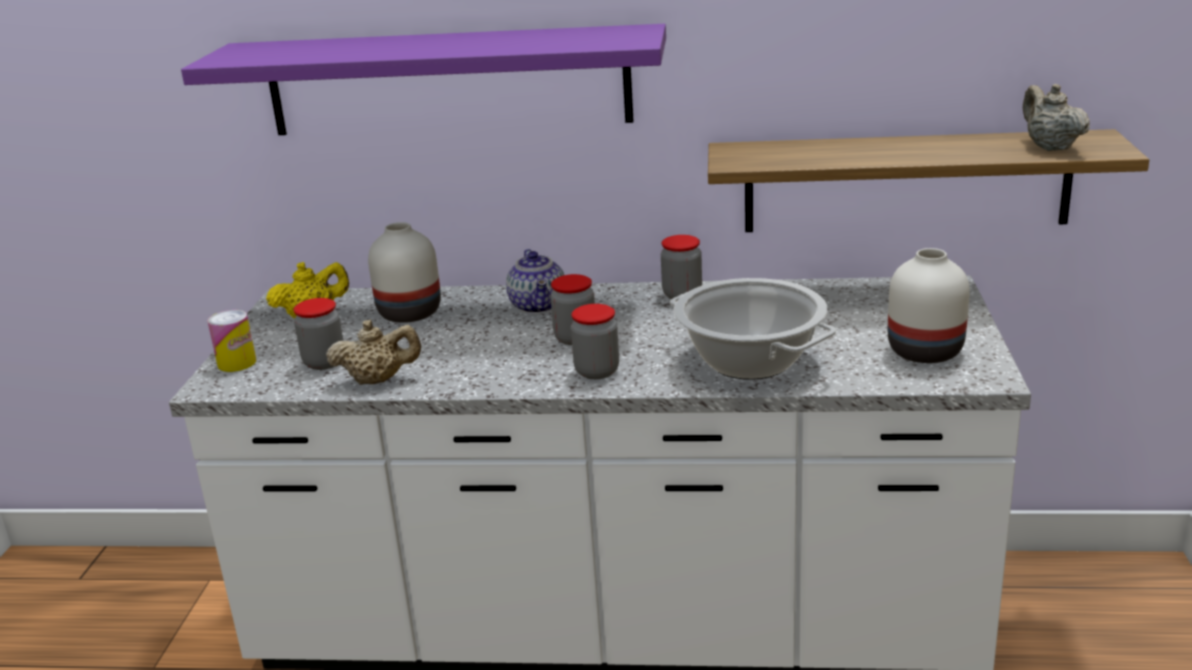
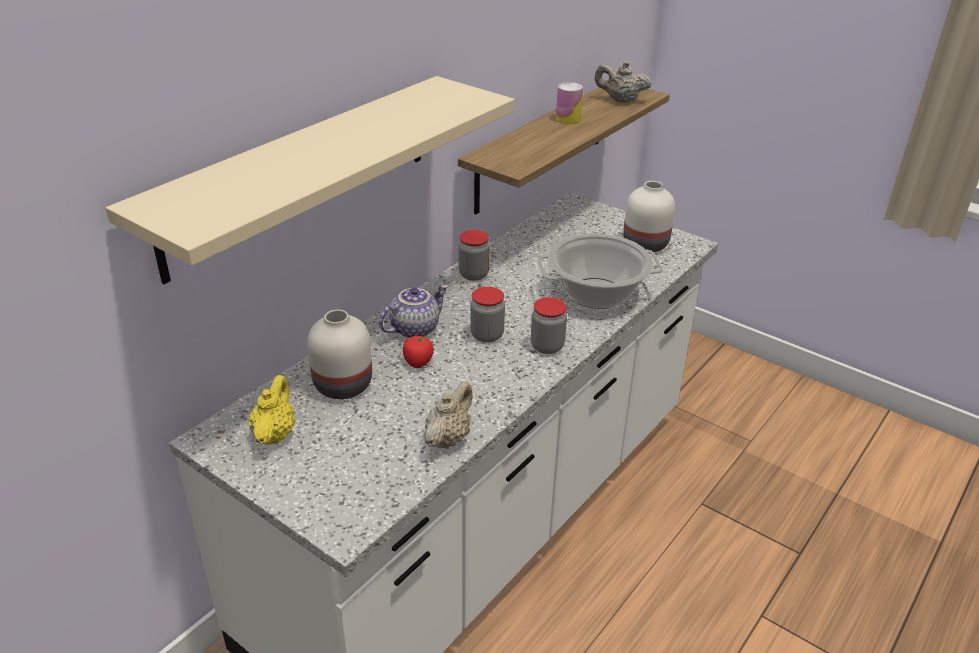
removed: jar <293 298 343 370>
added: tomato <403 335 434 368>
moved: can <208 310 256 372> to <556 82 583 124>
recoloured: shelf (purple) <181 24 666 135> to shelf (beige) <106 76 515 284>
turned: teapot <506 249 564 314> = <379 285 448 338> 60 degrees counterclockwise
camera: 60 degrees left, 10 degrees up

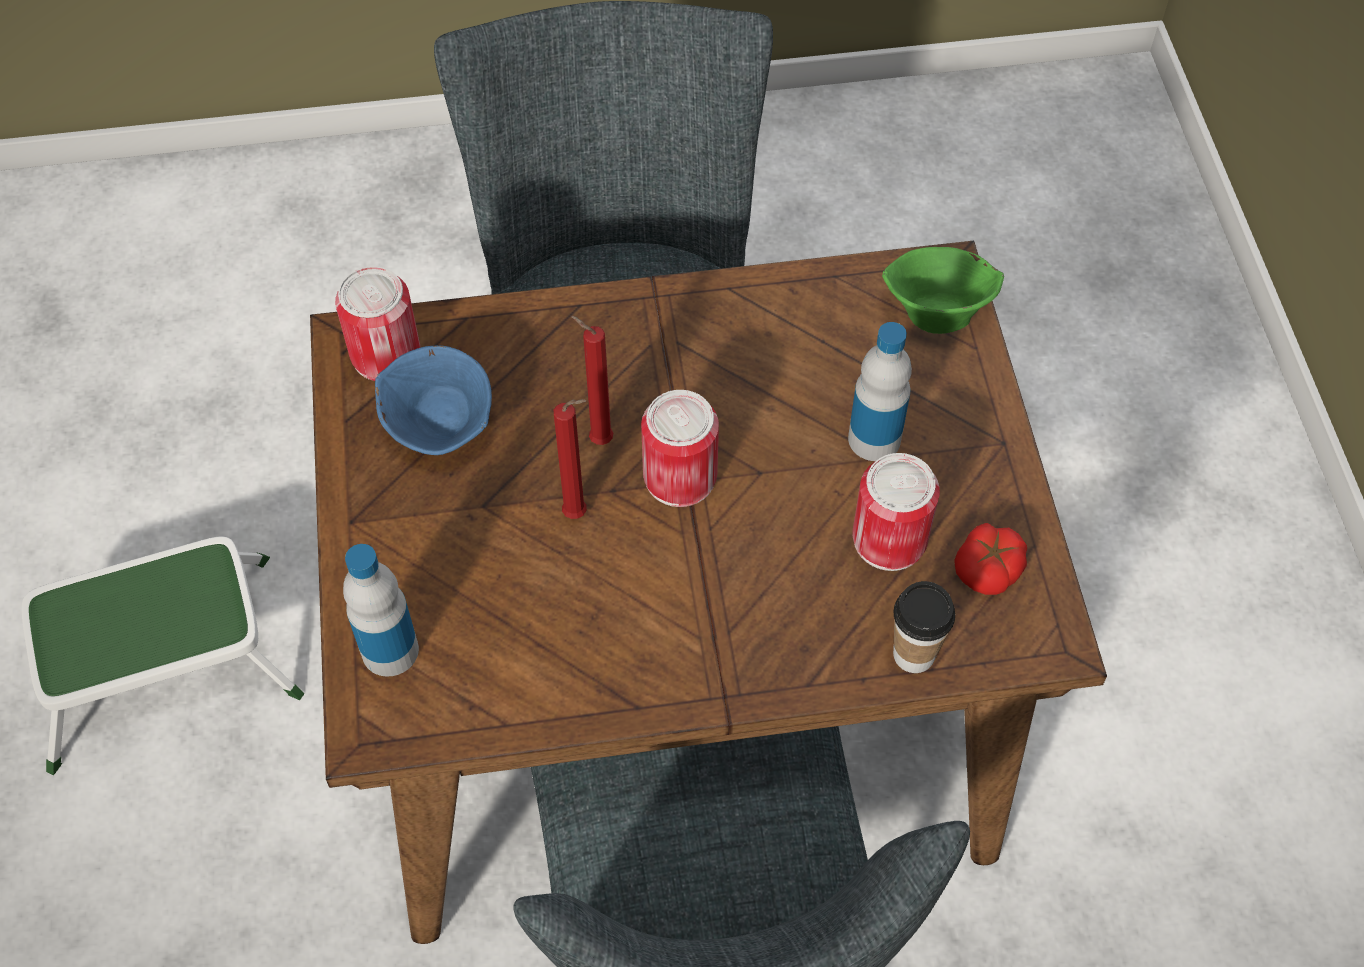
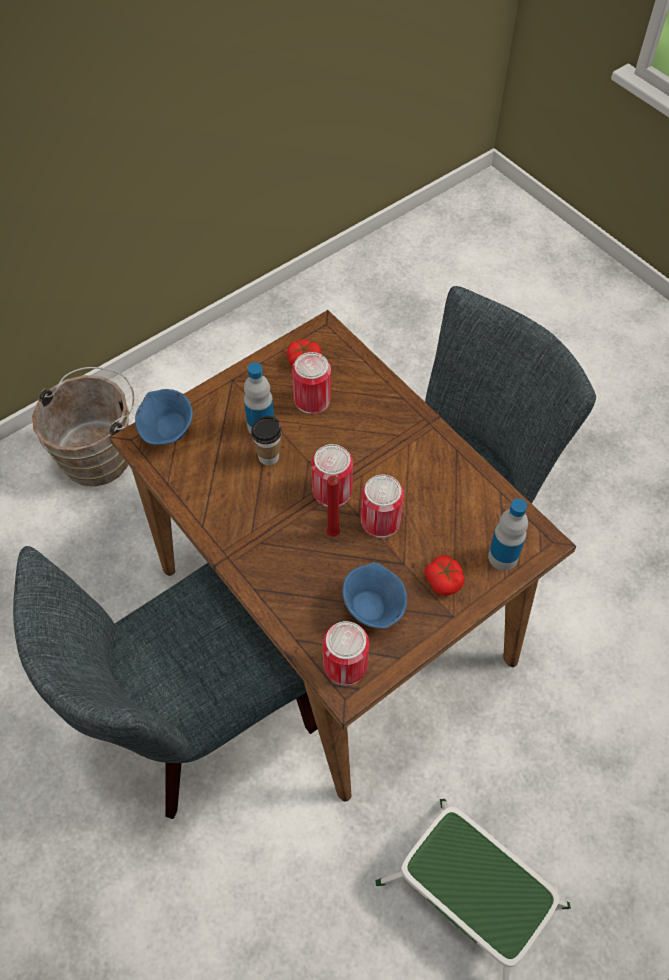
added: bucket (brown) <32 367 134 487>; tomato <424 555 465 596>
moved: cup <893 581 955 673> to <251 416 281 465>
replaced: candle (red) <554 399 587 519> to can <360 475 404 538>
recoloured: bowl (green) <882 247 1004 334> to bowl (blue) <135 389 193 445>
camera: 120 degrees left, 0 degrees up

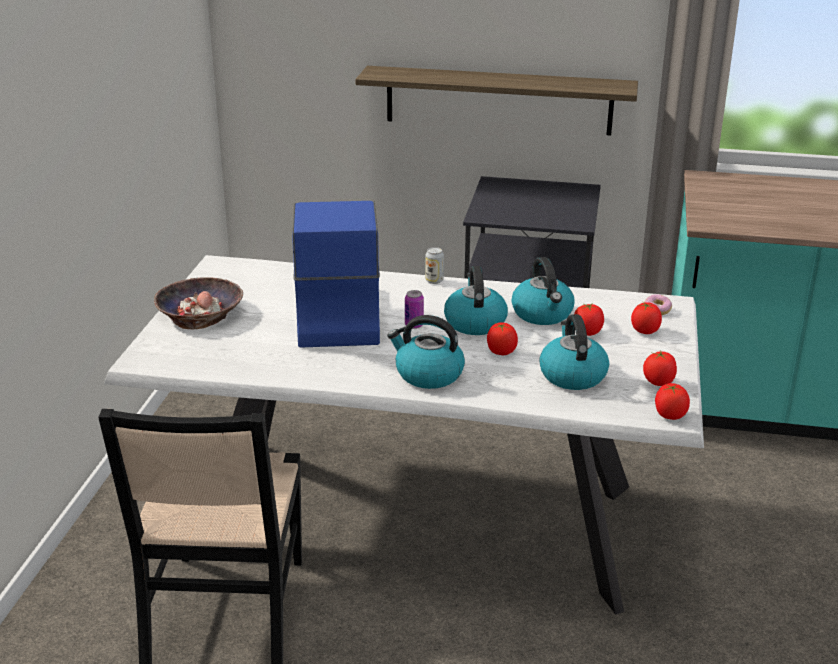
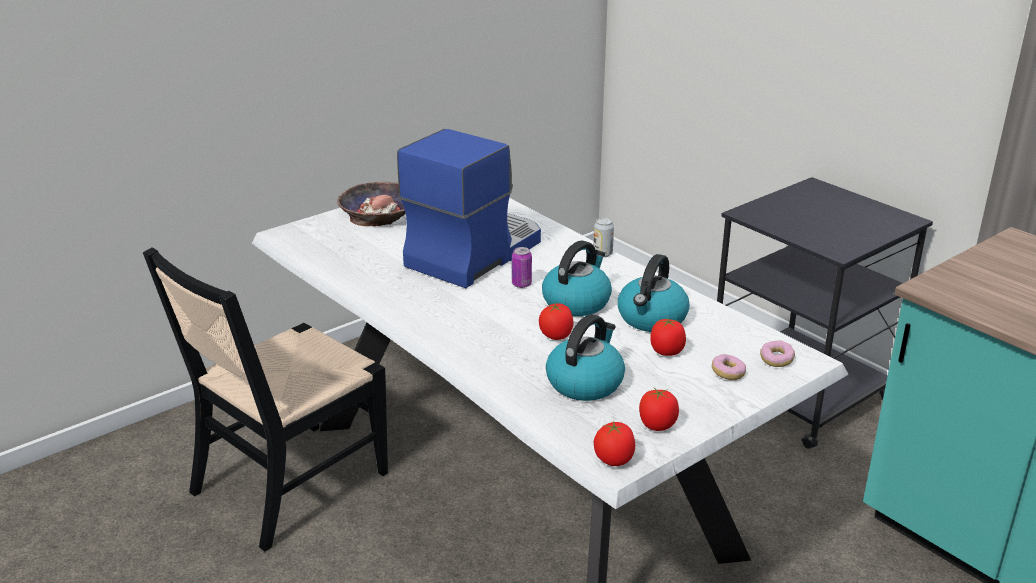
removed: shelf <355 66 638 136>; kettle <387 315 465 389>
replaced: tomato <631 302 662 334> to donut <712 354 746 380>
camera: 40 degrees right, 0 degrees up

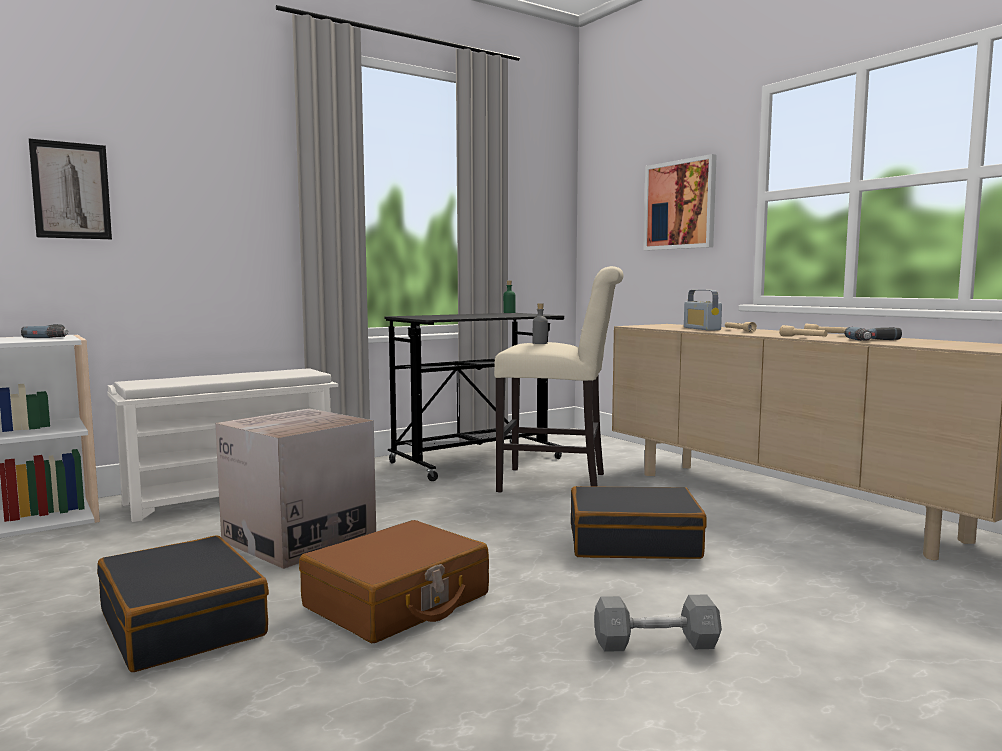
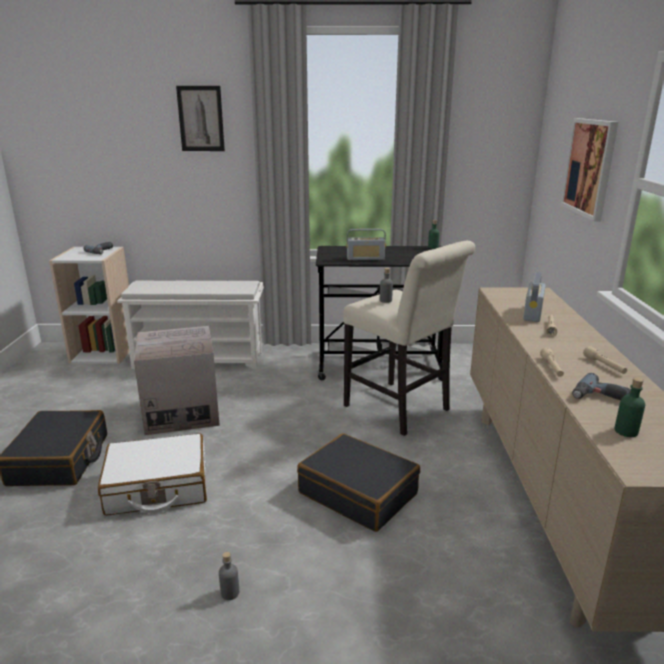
added: radio <346 229 386 260>; bottle (green) <614 377 645 437>
moved: picture <29 139 112 239> to <176 86 225 151>
replaced: dumbbell (grey) <594 594 722 652> to bottle (grey) <219 552 239 600>
recoloured: suitcase (brown) <299 520 489 643> to suitcase (white) <98 433 207 515>
camera: 35 degrees right, 15 degrees up

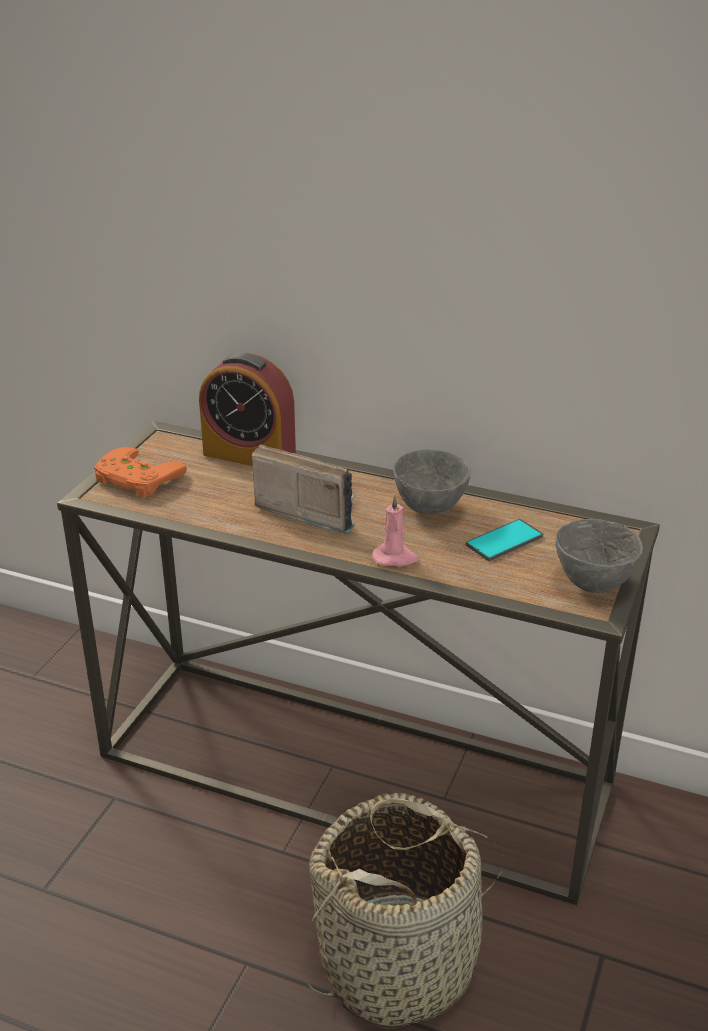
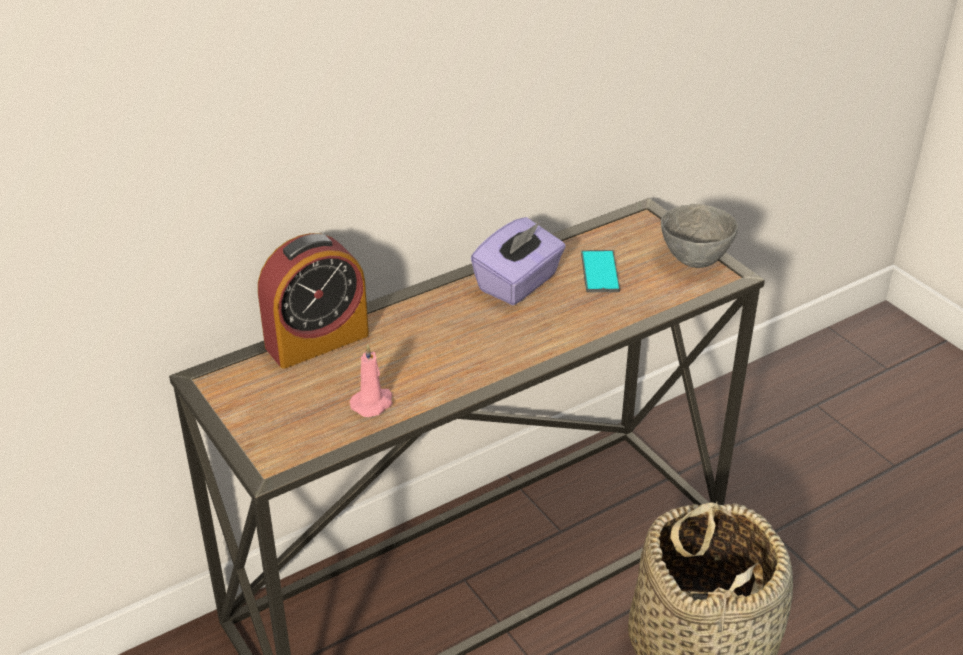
removed: game controller (orange) <94 447 187 497>; radio <252 444 355 534>
moved: candle (pink) <373 494 419 567> to <350 344 393 417>
replaced: bowl (grey) <393 449 471 514> to tissue box (purple) <471 217 566 305>
camera: 55 degrees left, 5 degrees up

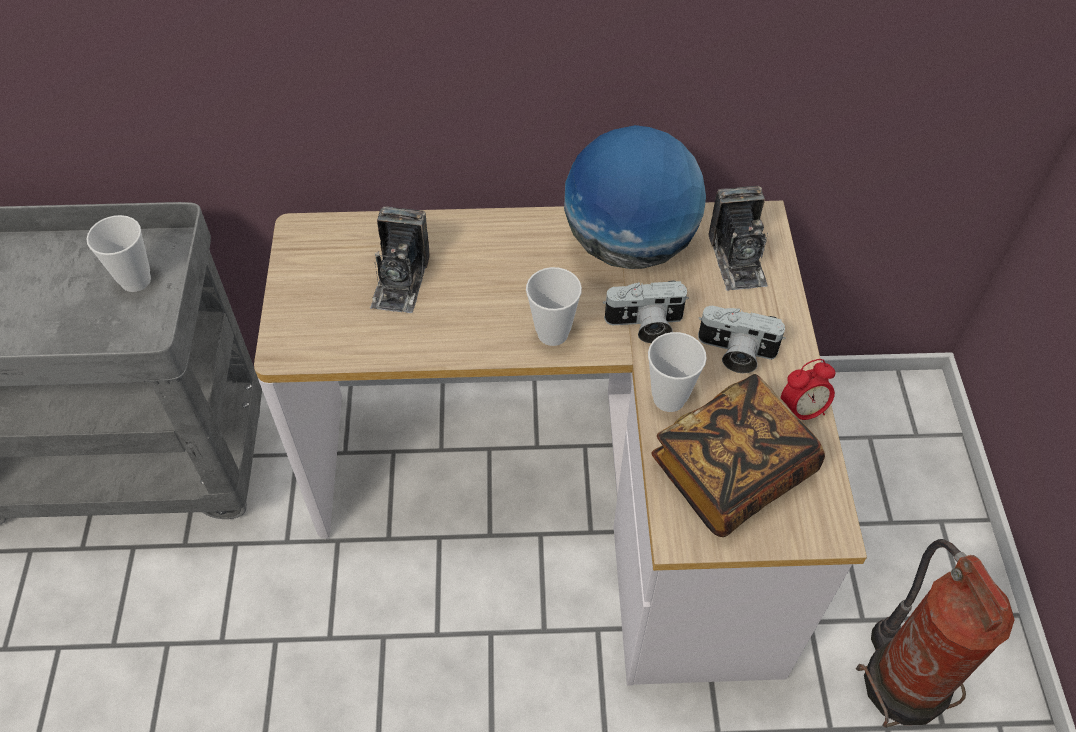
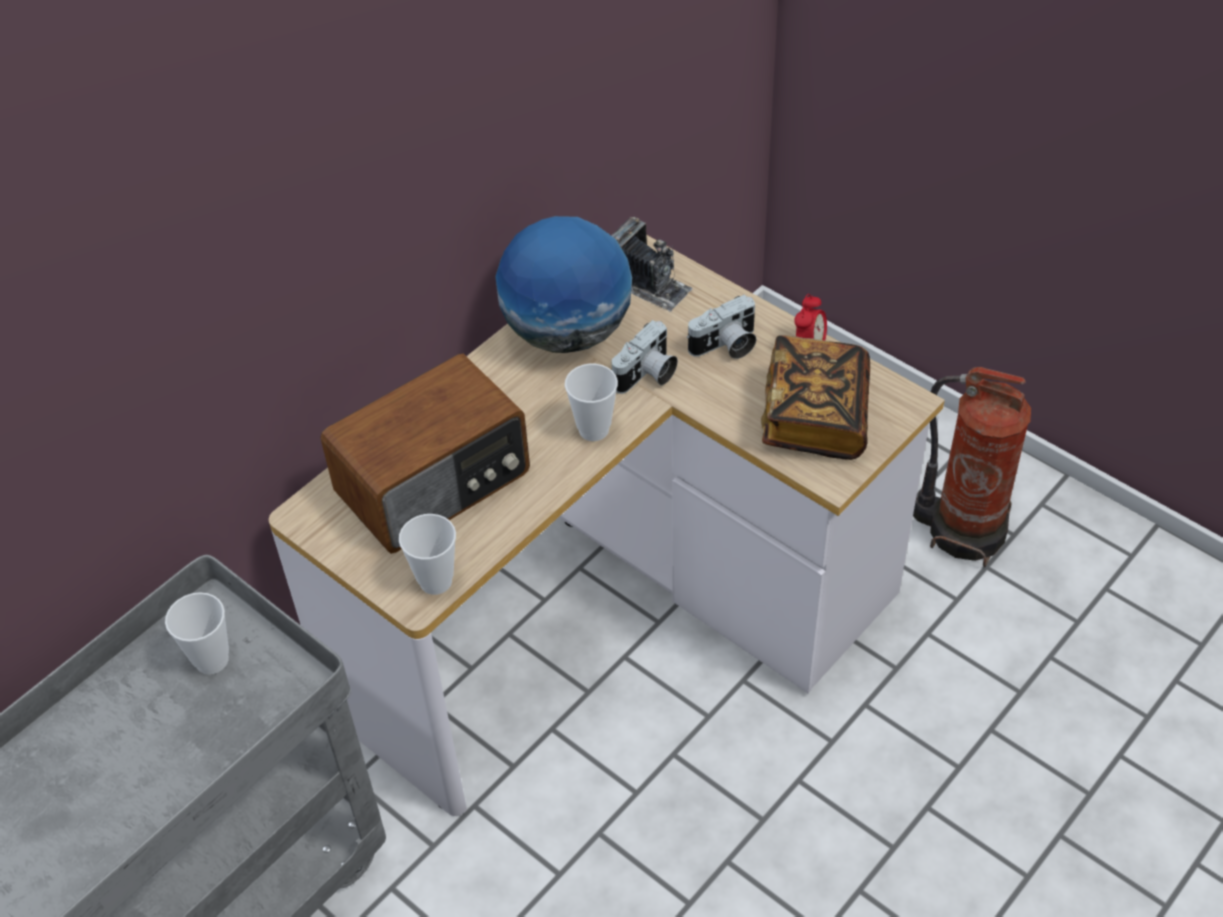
moved: cup <648 332 707 412> to <399 514 456 595>
replaced: photo camera <370 206 430 313> to radio <320 353 530 554>
camera: 45 degrees left, 5 degrees down

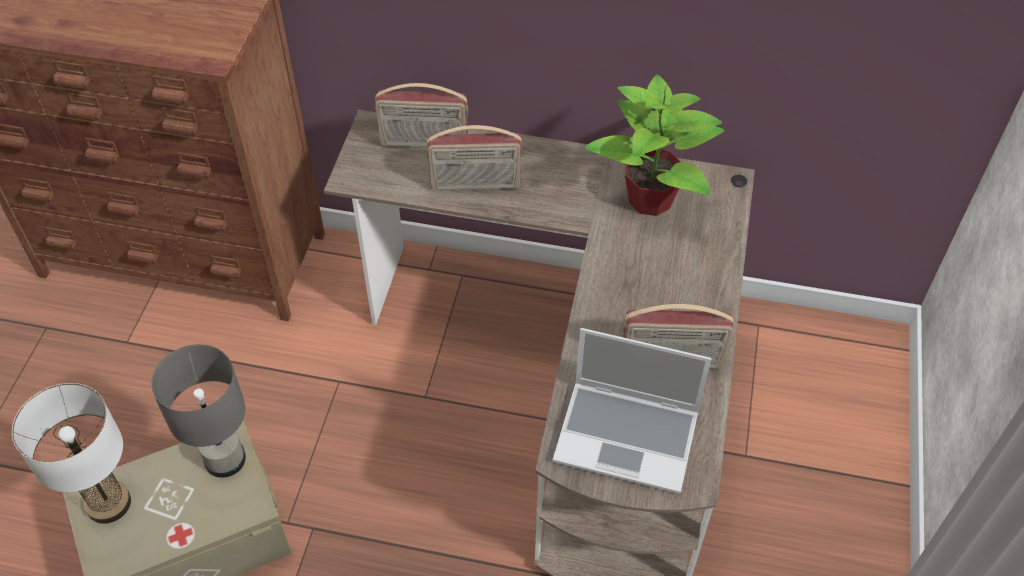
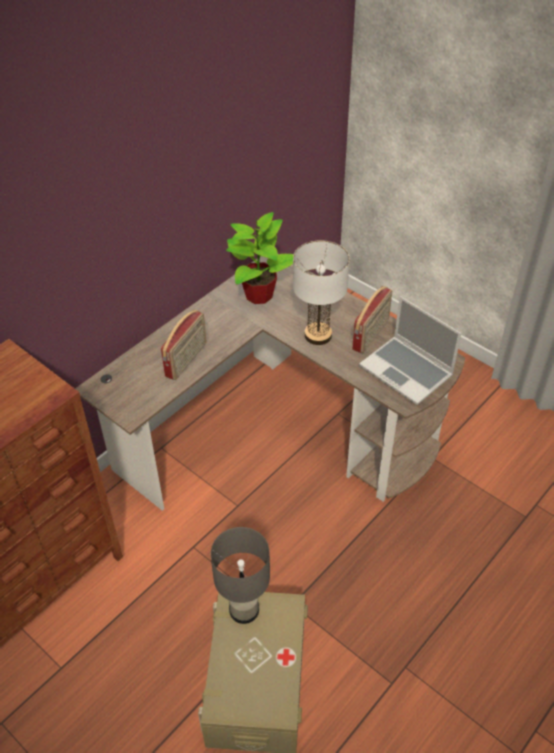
removed: radio <375 83 468 148>
moved: table lamp <12 383 131 524> to <293 240 350 345>
turned: laptop <553 328 711 494> = <359 296 461 405> 90 degrees clockwise
camera: 60 degrees left, 5 degrees down

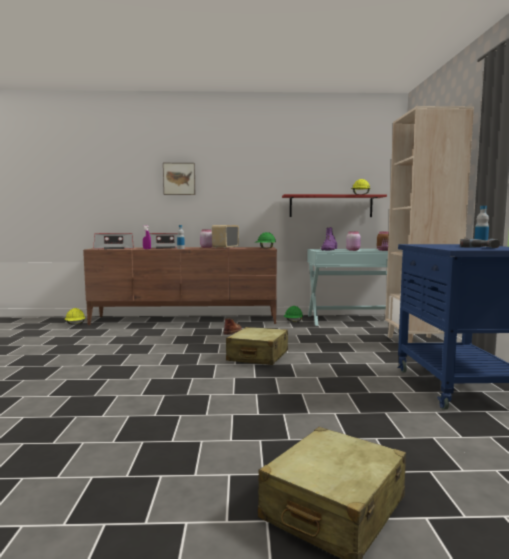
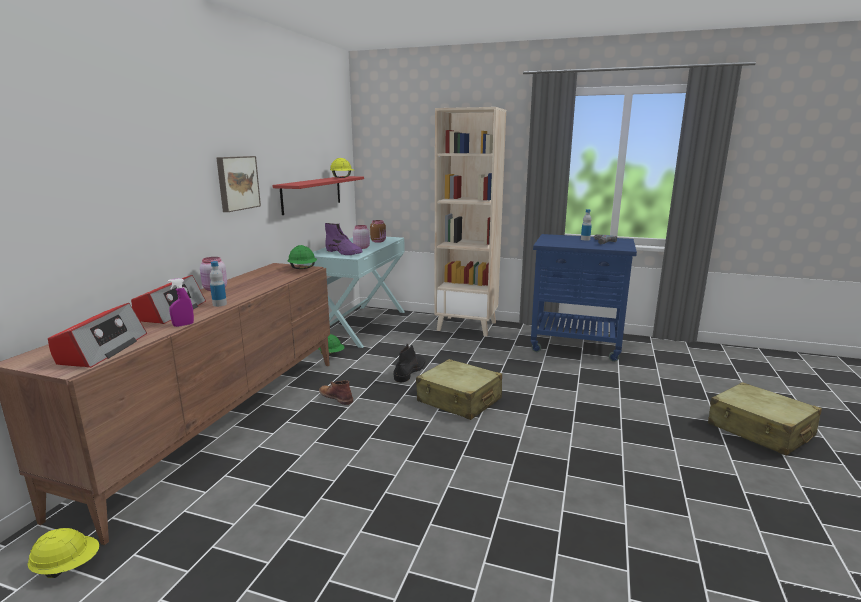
removed: radio <212 225 239 249>
added: boot (black) <393 344 425 382>
moved: picture <163 163 195 195> to <216 156 261 212>
camera: 70 degrees left, 10 degrees up

